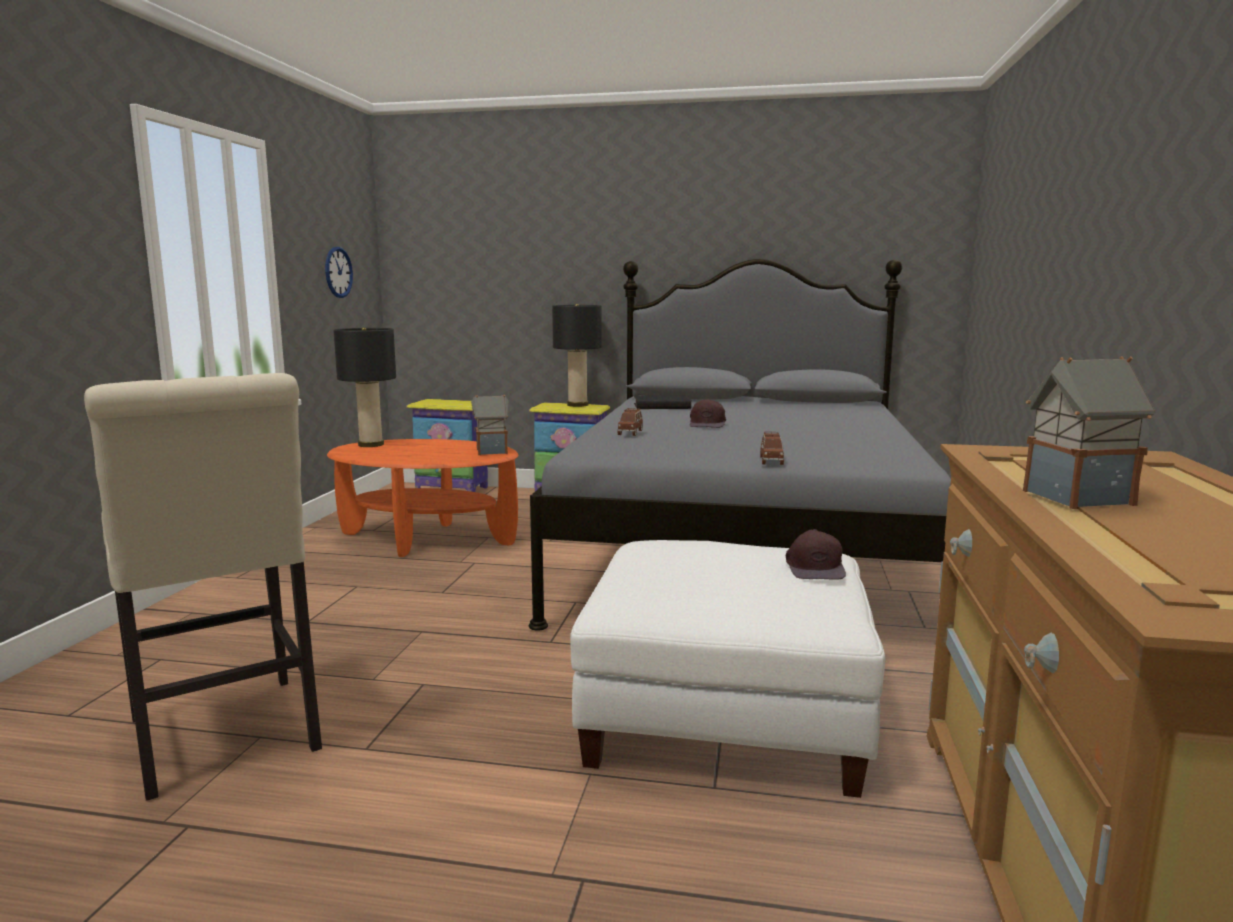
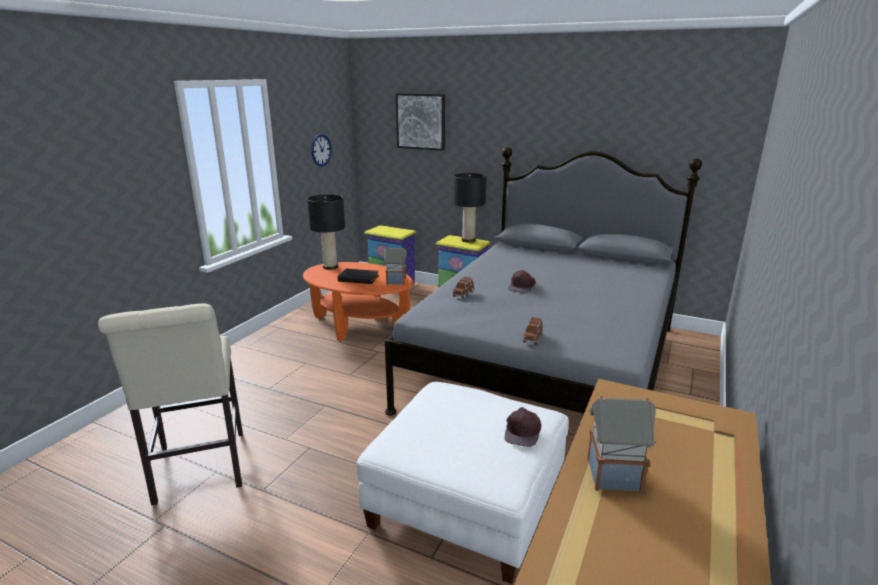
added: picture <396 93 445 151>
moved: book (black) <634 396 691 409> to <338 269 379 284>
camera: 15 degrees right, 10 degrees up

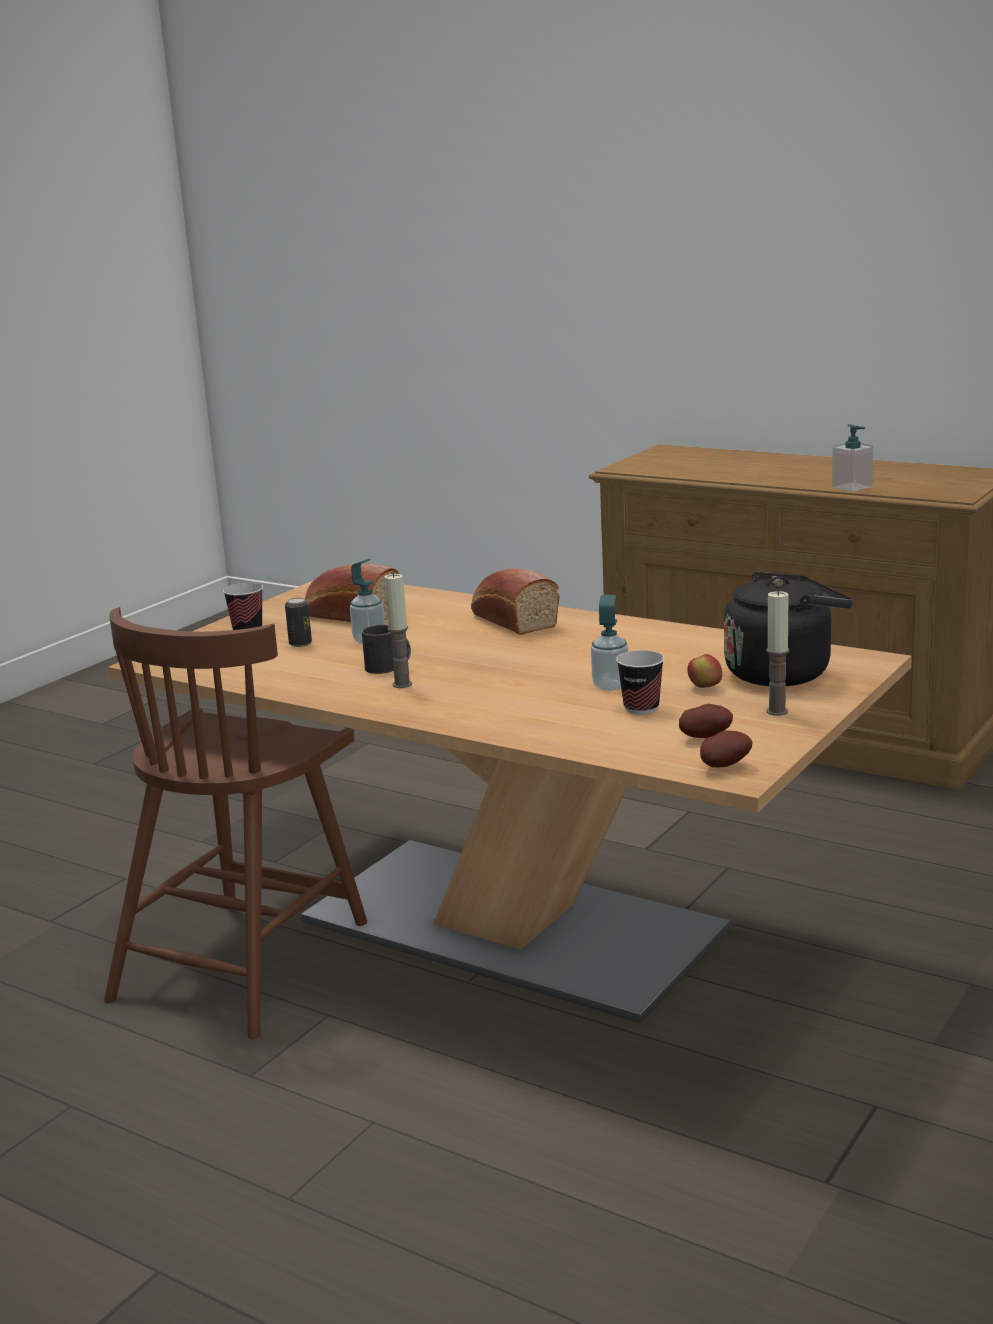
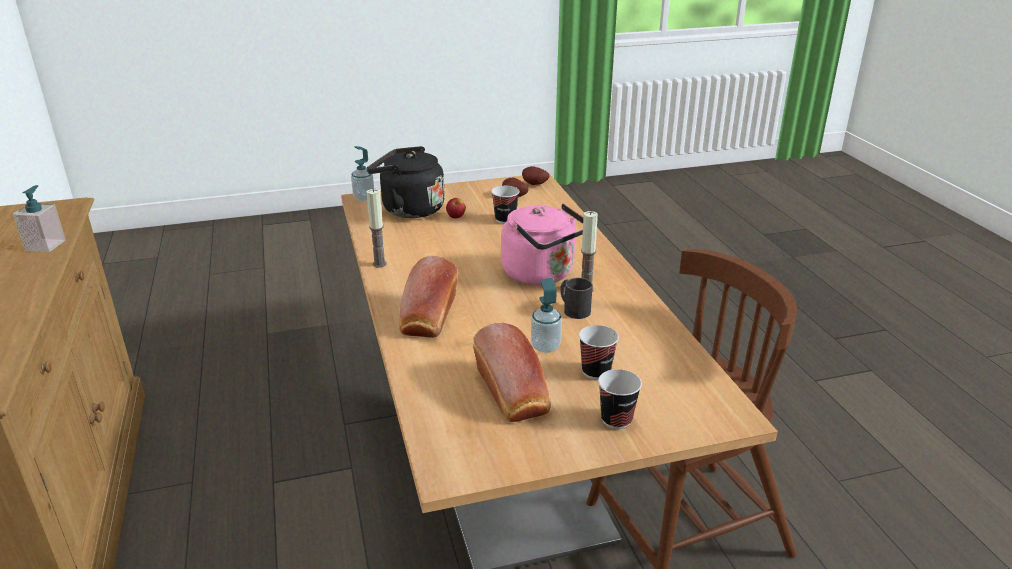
added: kettle (pink) <501 203 583 285>
moved: soap dispenser <591 595 628 691> to <351 146 374 201>; candle <766 590 789 716> to <367 189 387 268>
replaced: can <285 598 312 647> to cup <579 325 619 380>
camera: 140 degrees left, 10 degrees up

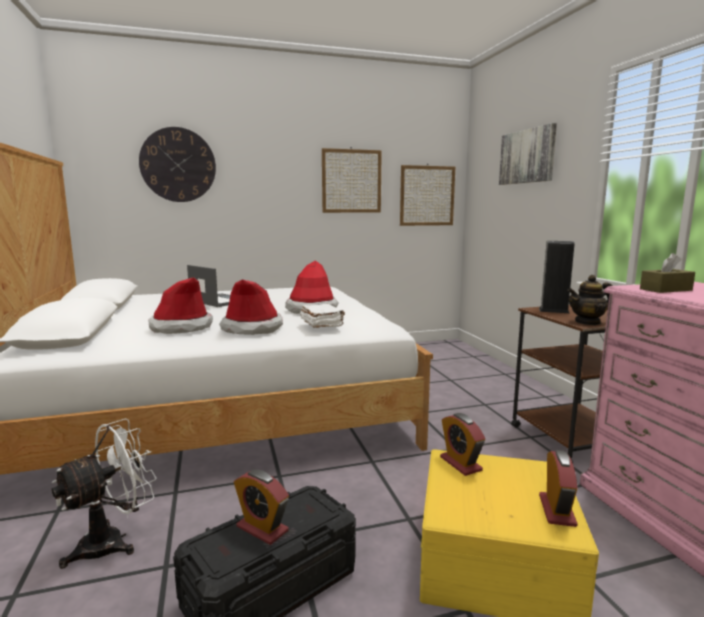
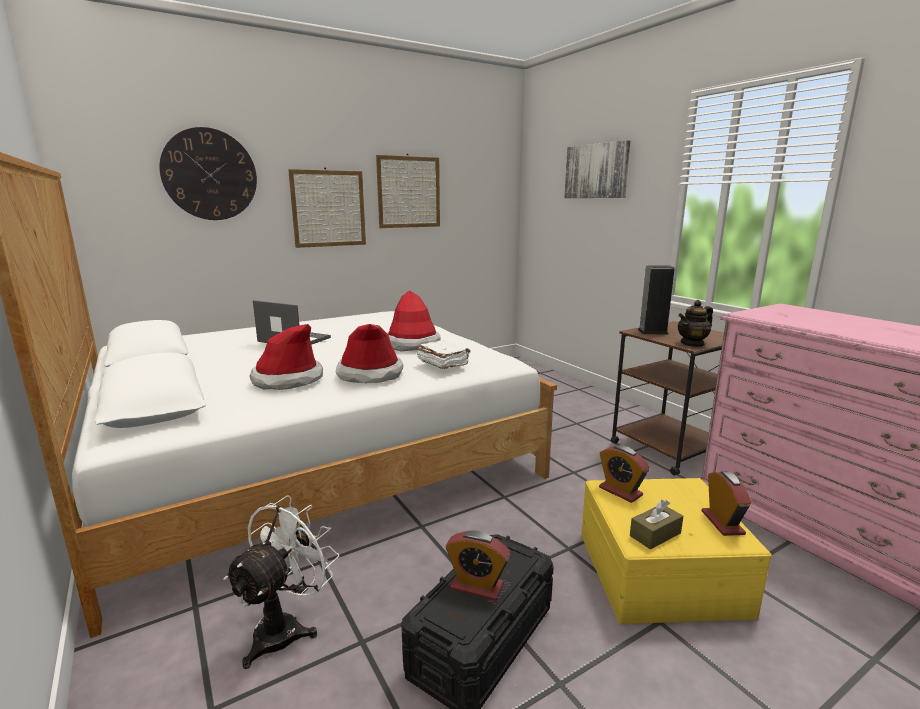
moved: picture <400 164 455 226> to <288 168 366 248>; tissue box (brown) <640 253 695 293> to <630 500 683 549>
camera: 15 degrees left, 5 degrees up

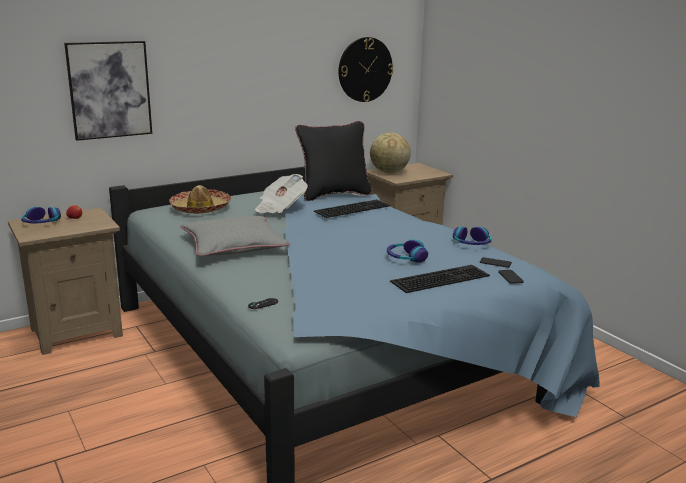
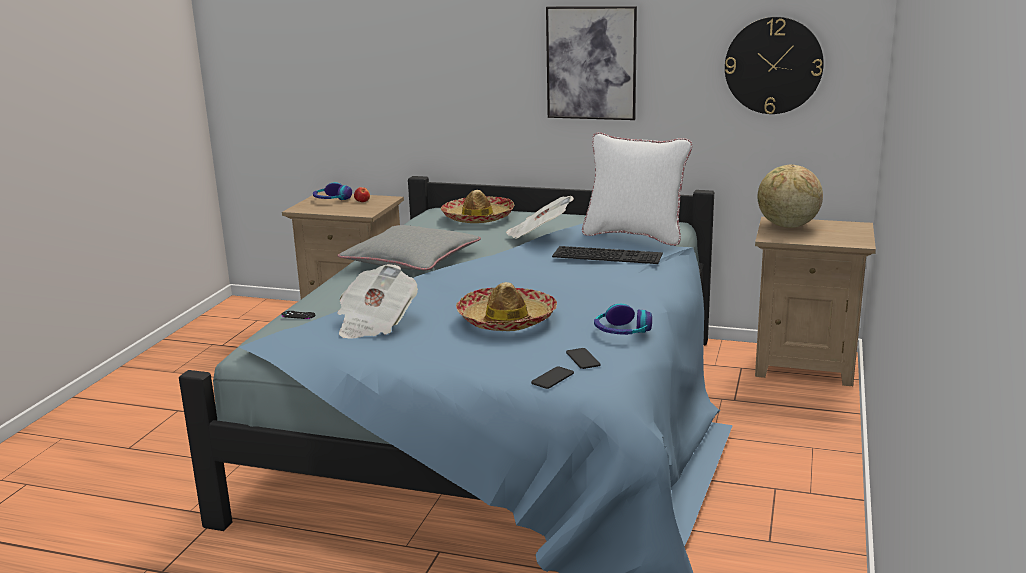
removed: keyboard <390 265 490 293>
added: newspaper <338 264 418 339>
moved: picture <64 41 152 141> to <546 6 637 120>
replaced: headphones <387 239 428 263> to hat <456 282 557 331>
recoloured: pillow (black) <295 121 372 201> to pillow (white) <582 132 692 246>
camera: 50 degrees right, 0 degrees up

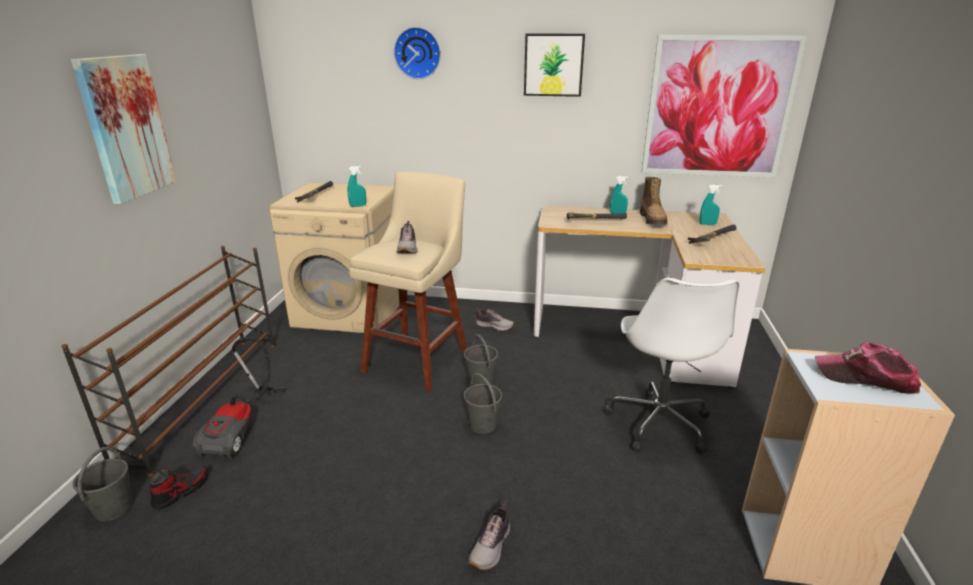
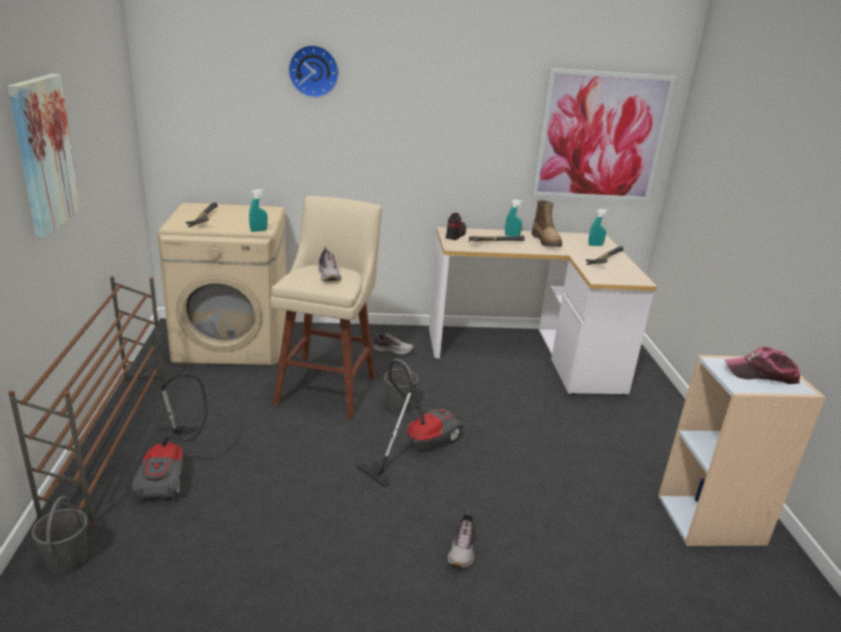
removed: picture <524 34 585 97>; office chair (white) <604 278 740 454>
moved: shoe <150 465 208 510> to <446 213 466 240>
replaced: bucket (grey) <463 373 502 434> to vacuum cleaner <357 360 464 487>
camera: 15 degrees left, 0 degrees up

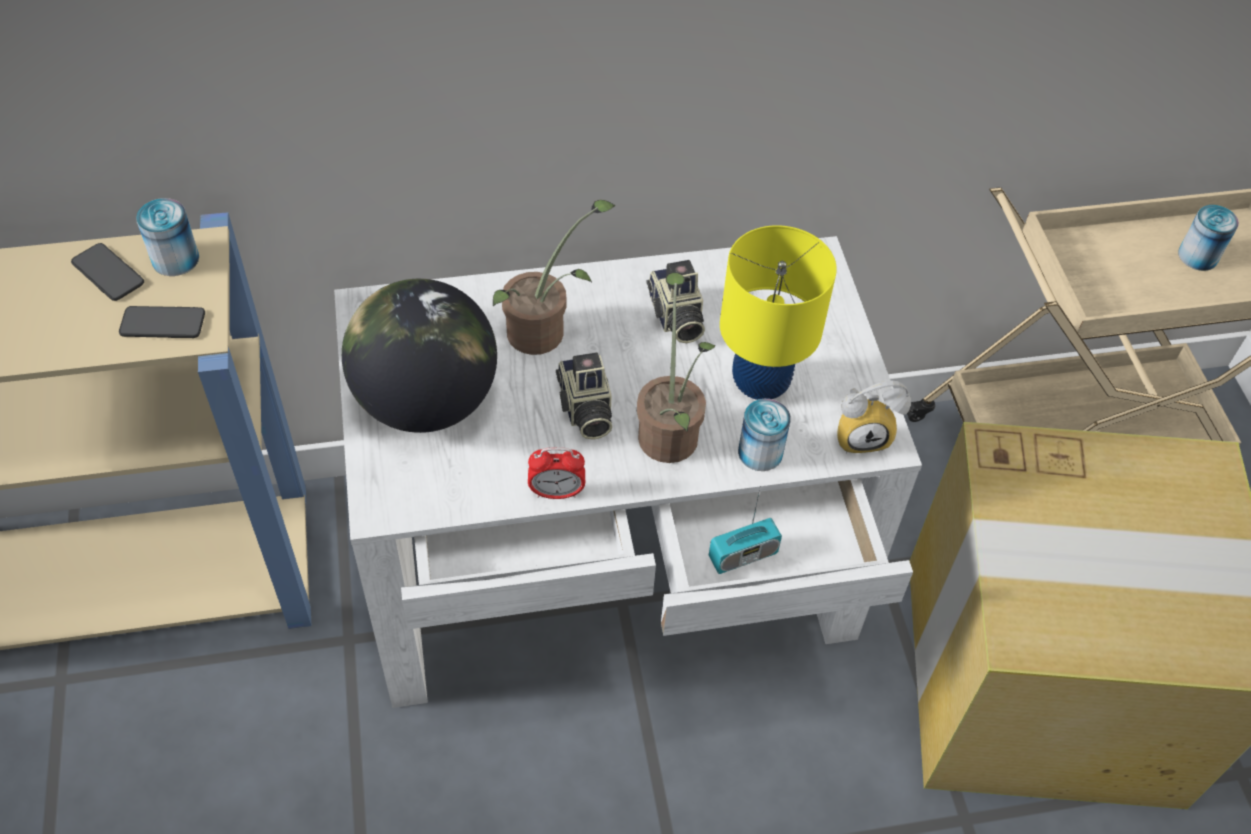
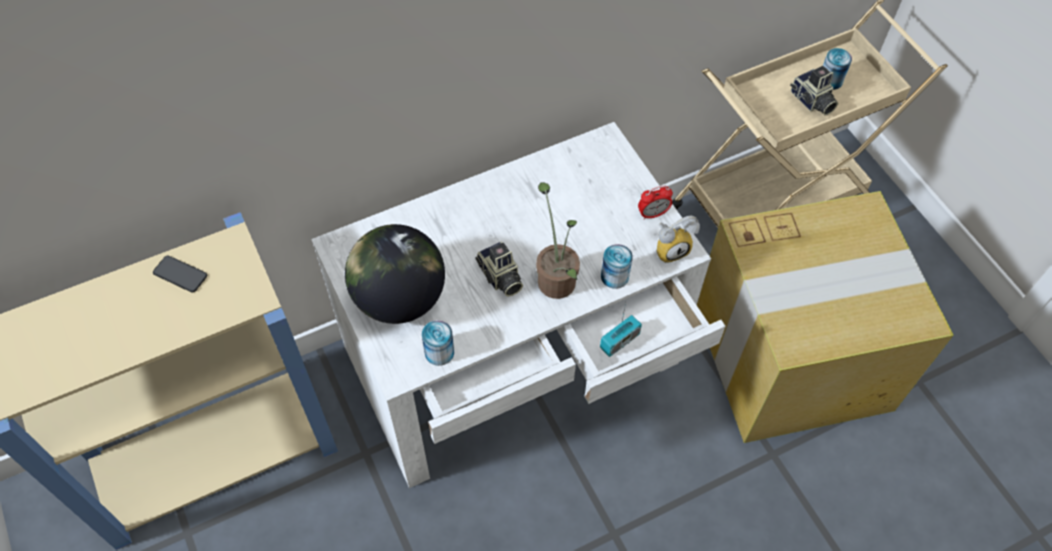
removed: phone <119 306 205 338>; potted plant <493 200 615 355>; table lamp (yellow) <720 225 837 400>
moved: can <136 198 199 276> to <422 320 454 366>; alarm clock <528 447 585 499> to <638 186 673 219>; photo camera <646 260 705 343> to <790 66 838 115>
camera: 15 degrees left, 5 degrees up

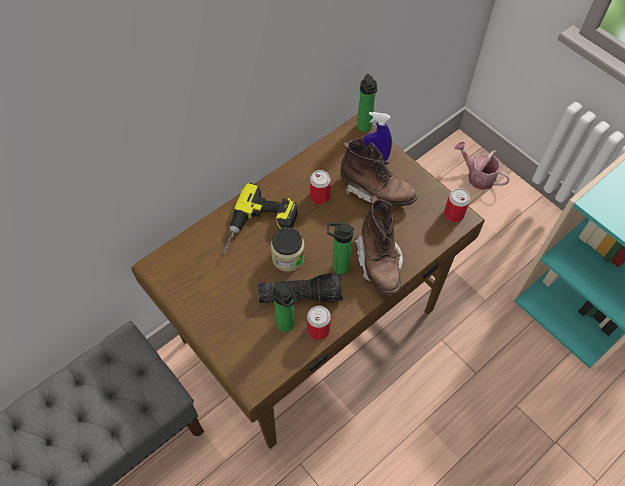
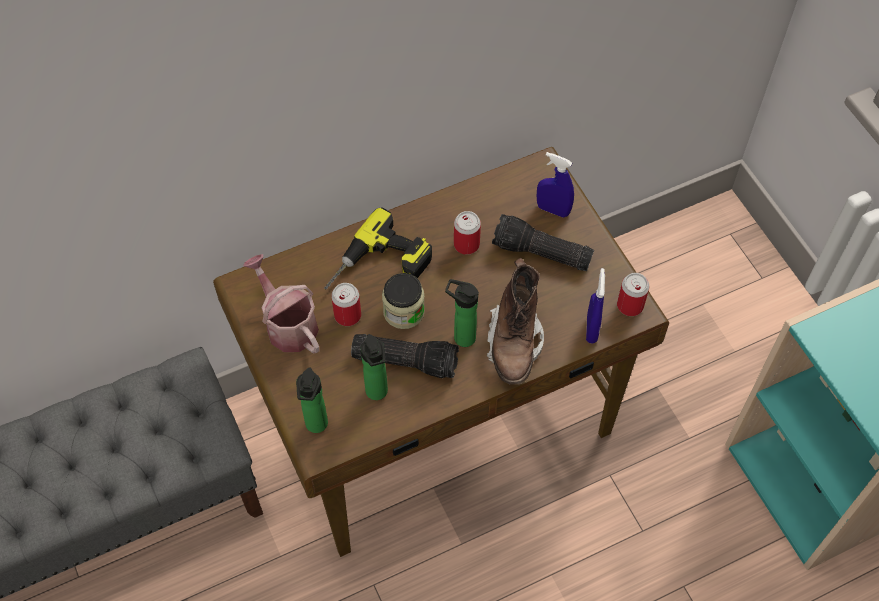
added: spray bottle (blue) <586 268 605 343>
moved: can <307 306 331 340> to <331 283 361 326>; bottle <357 74 377 132> to <296 367 328 433>; watering can <454 142 510 190> to <243 254 319 353>
replaced: boot (brown) <340 138 418 206> to flashlight <492 214 594 271>
camera: 15 degrees right, 0 degrees up

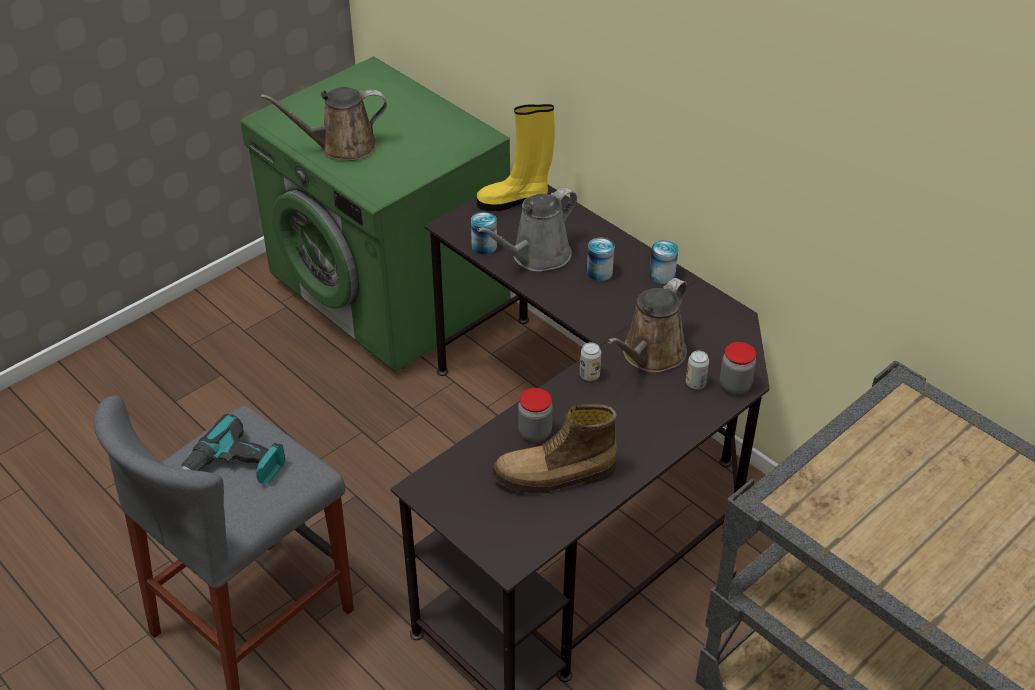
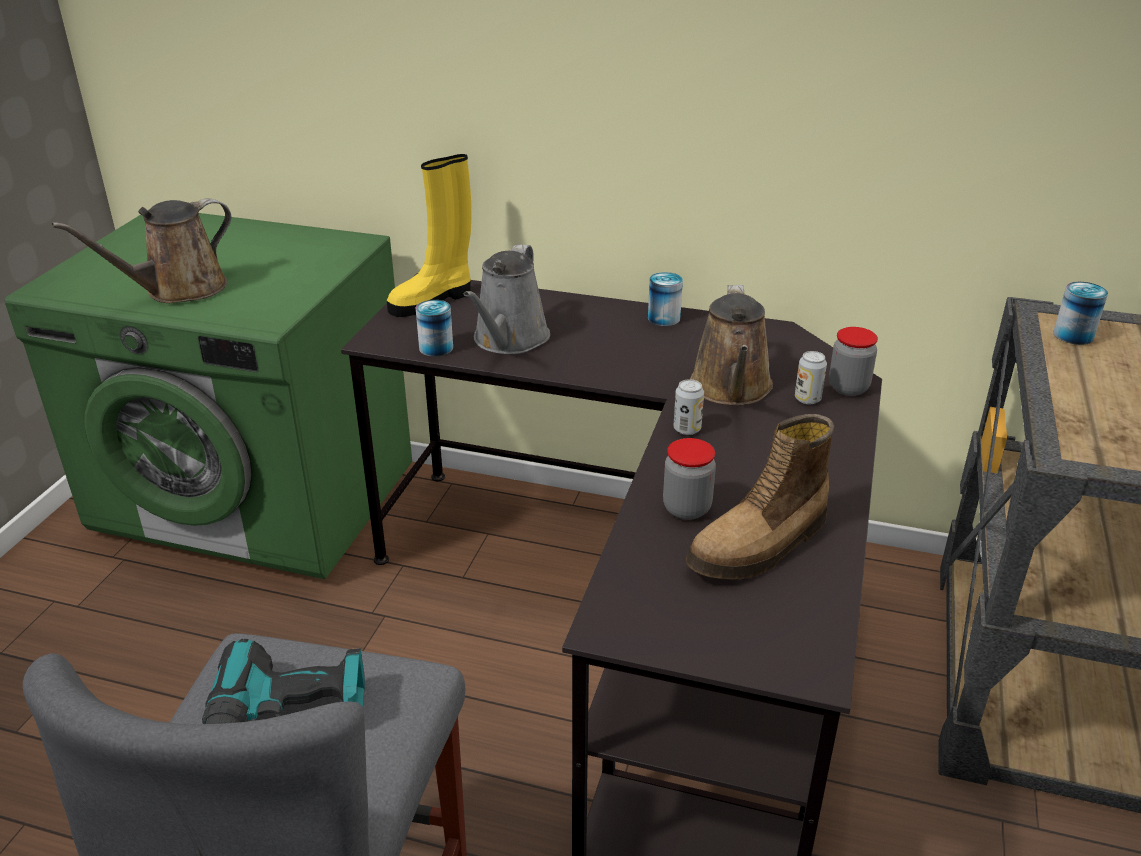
moved: can <587 238 615 281> to <1053 282 1108 345>
camera: 30 degrees left, 10 degrees down

